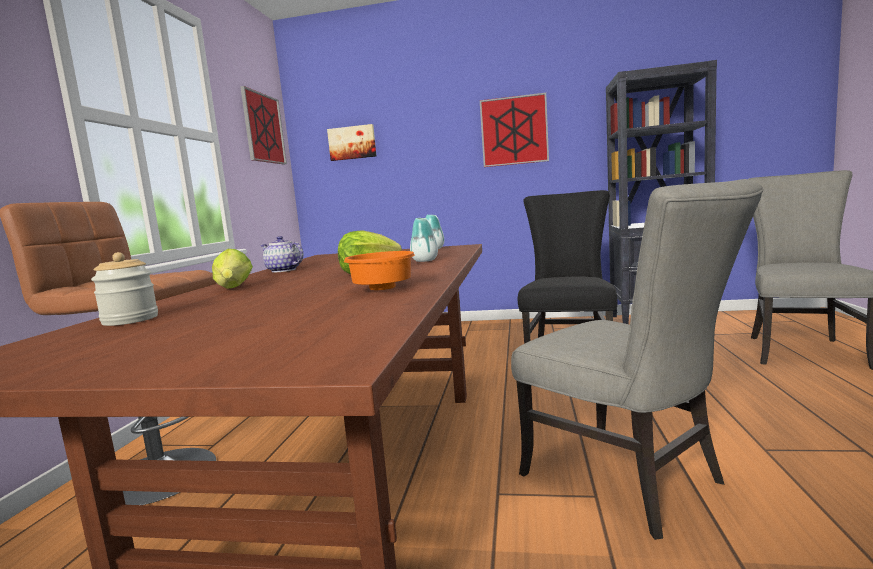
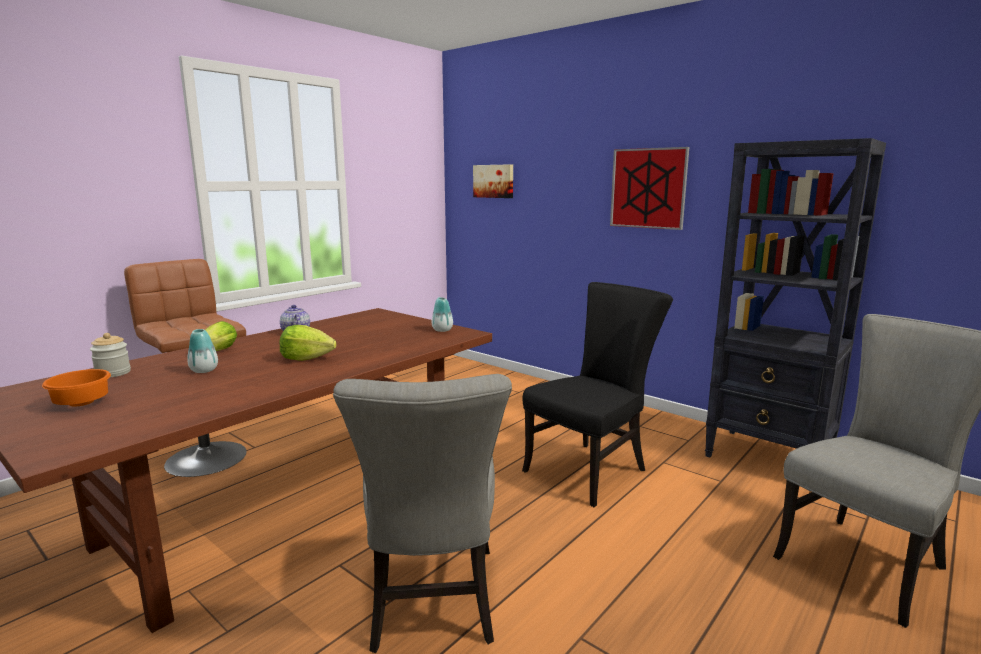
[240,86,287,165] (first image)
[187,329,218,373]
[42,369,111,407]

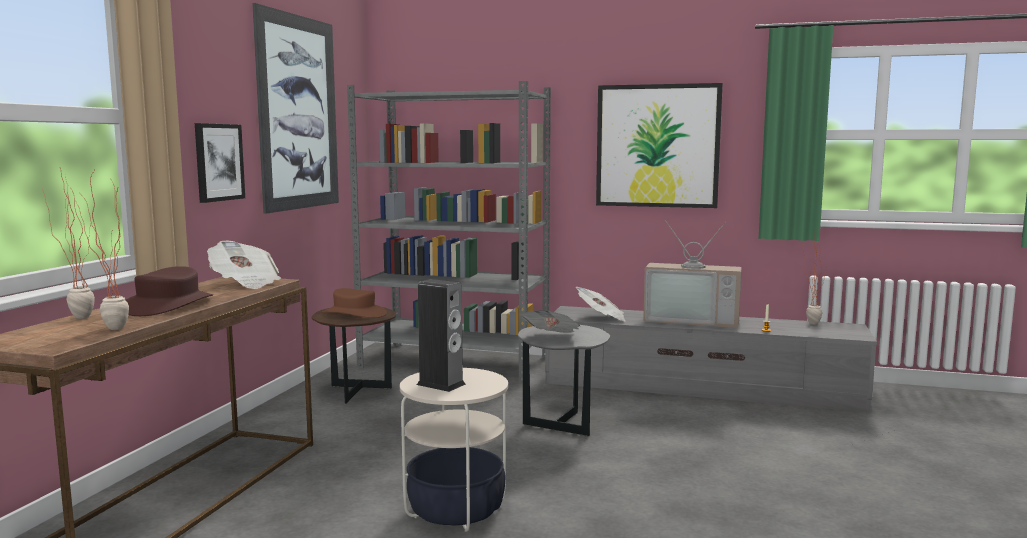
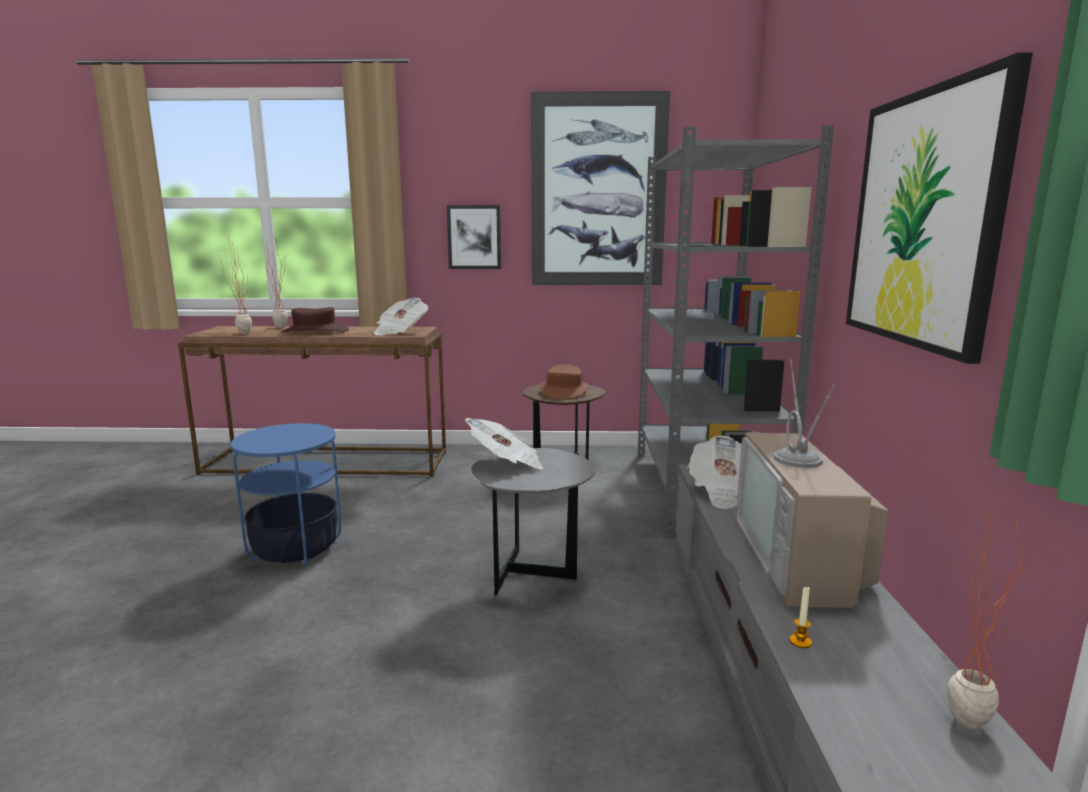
[417,279,466,392] (first image)
[231,423,341,566]

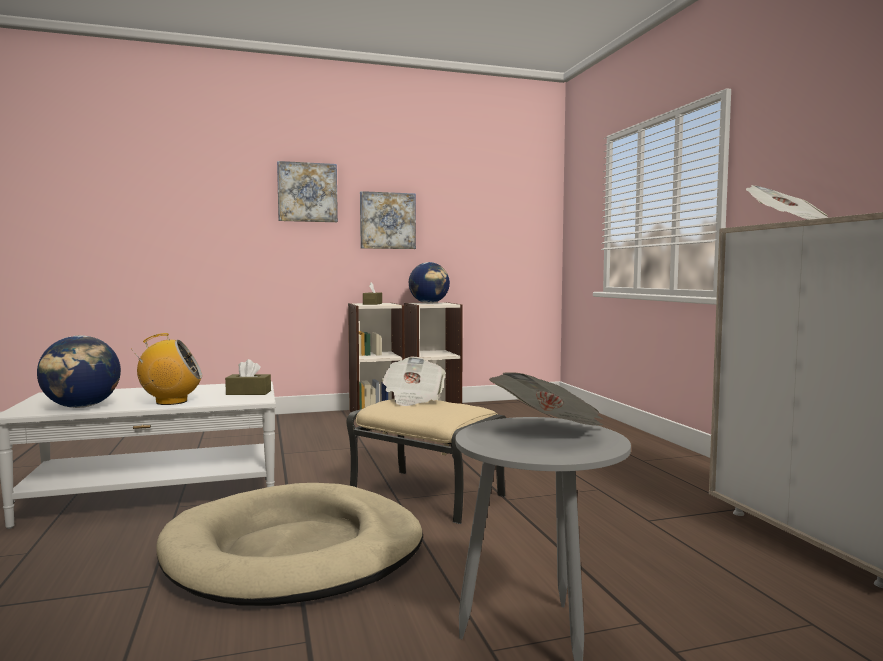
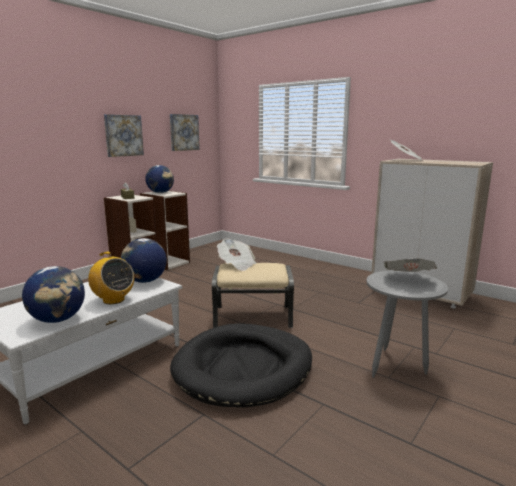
[170,114,200,151]
[87,252,134,304]
[121,238,167,283]
[170,323,312,407]

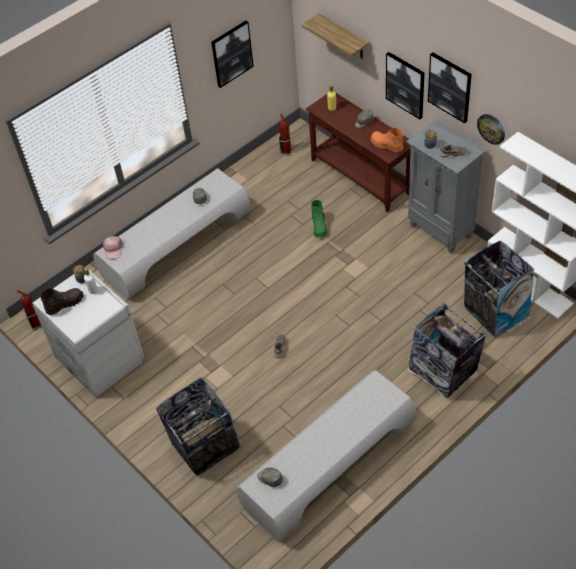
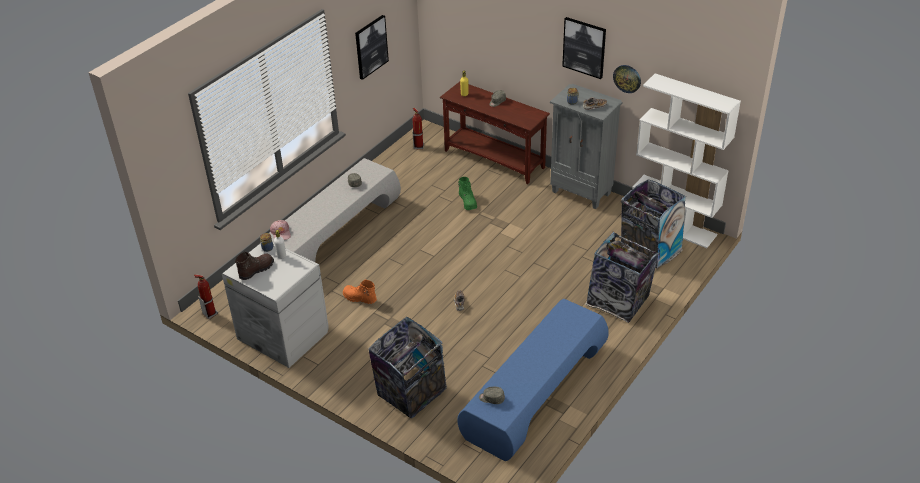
[301,13,369,58] (first image)
[386,52,424,119] (first image)
[343,280,377,304]
[457,299,609,461]

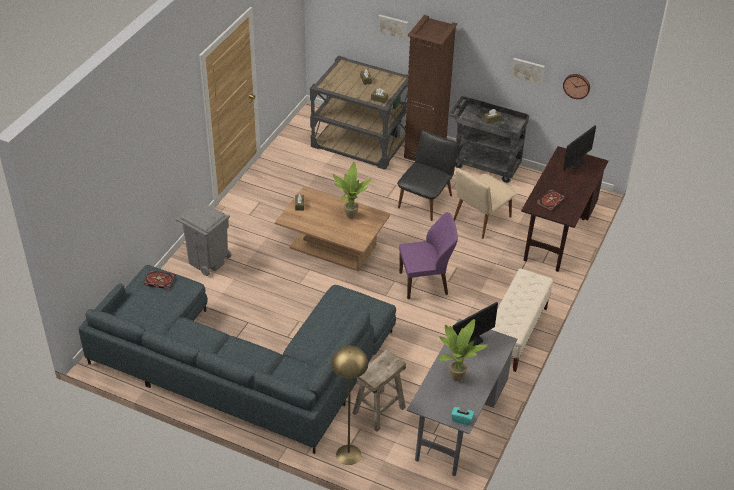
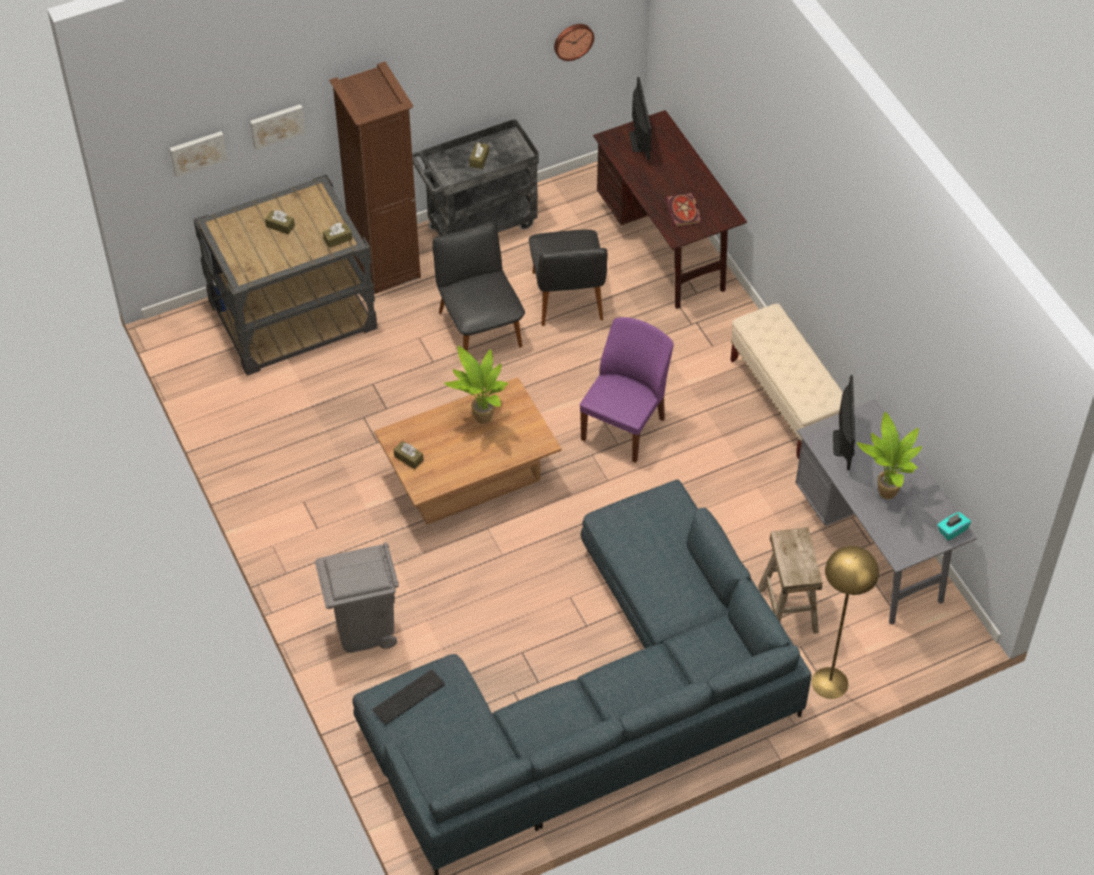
[170,131,227,177]
[529,229,608,326]
[373,669,445,724]

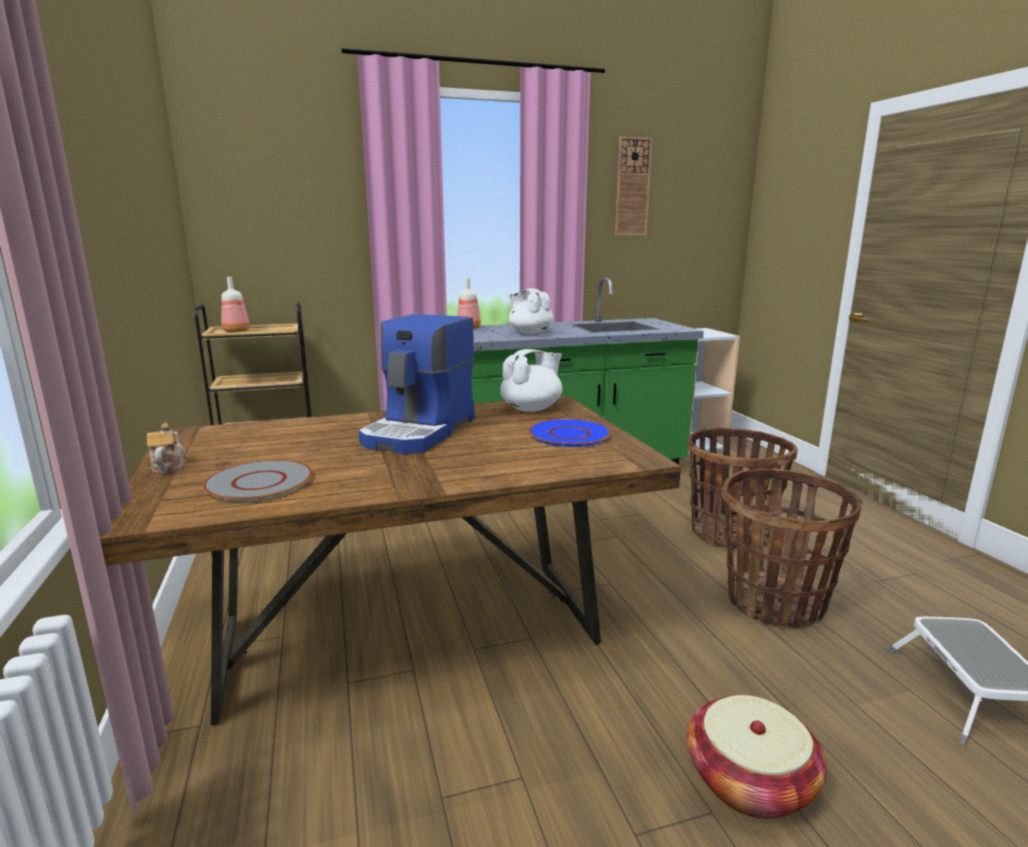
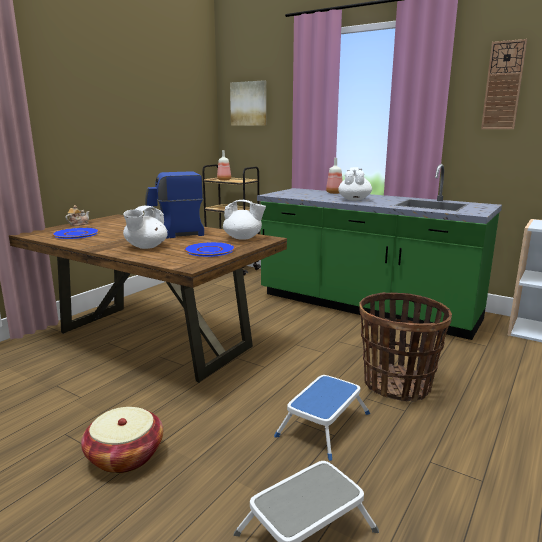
[52,228,99,239]
[274,375,370,461]
[230,80,266,126]
[123,206,168,249]

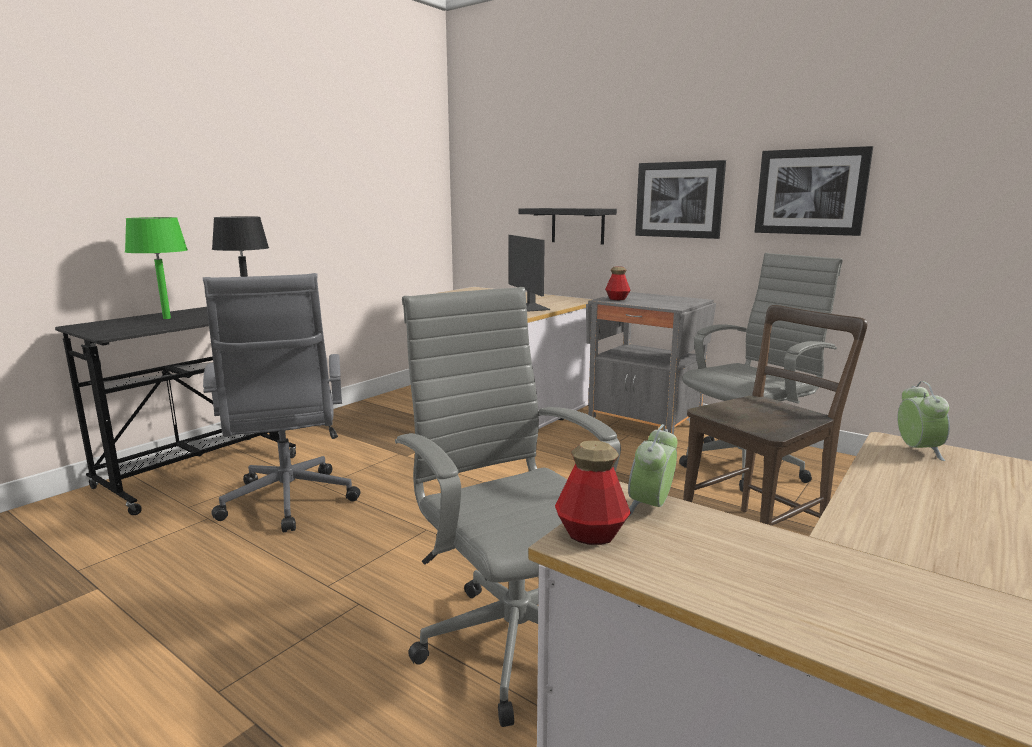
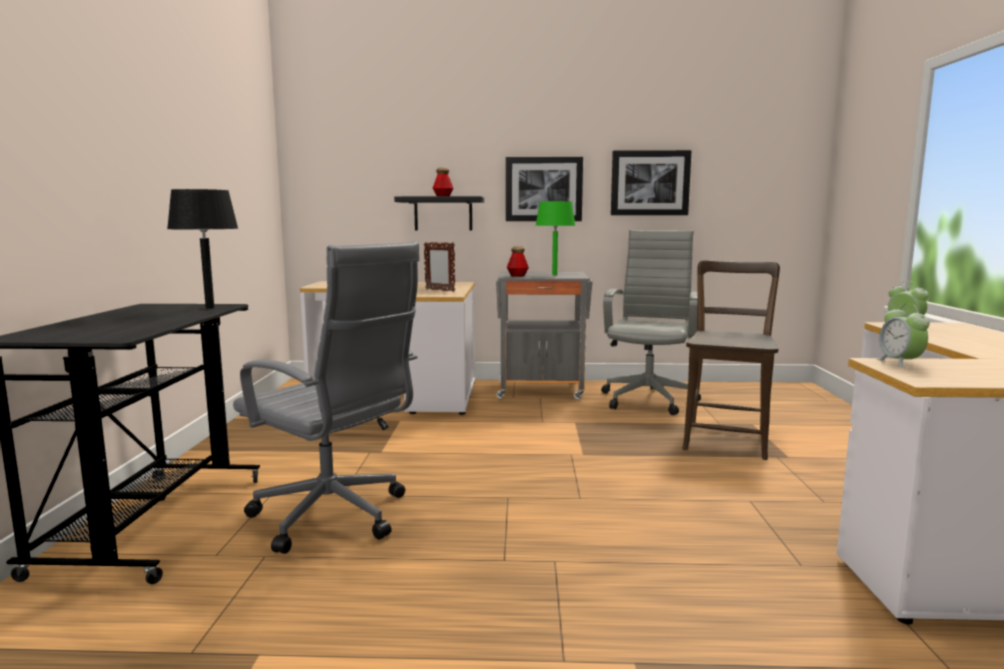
[536,201,576,275]
[424,242,455,292]
[395,287,621,727] (first image)
[433,168,454,196]

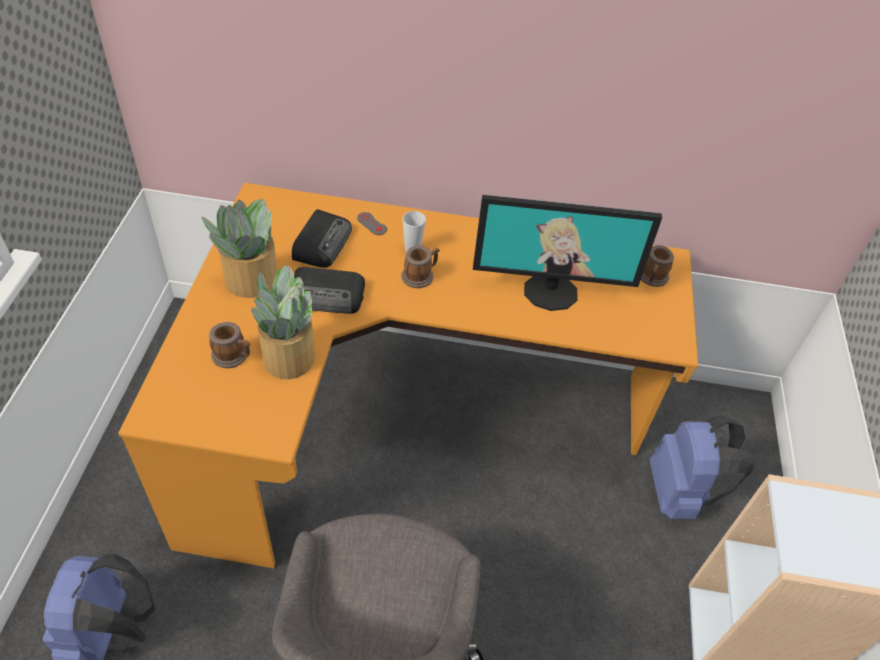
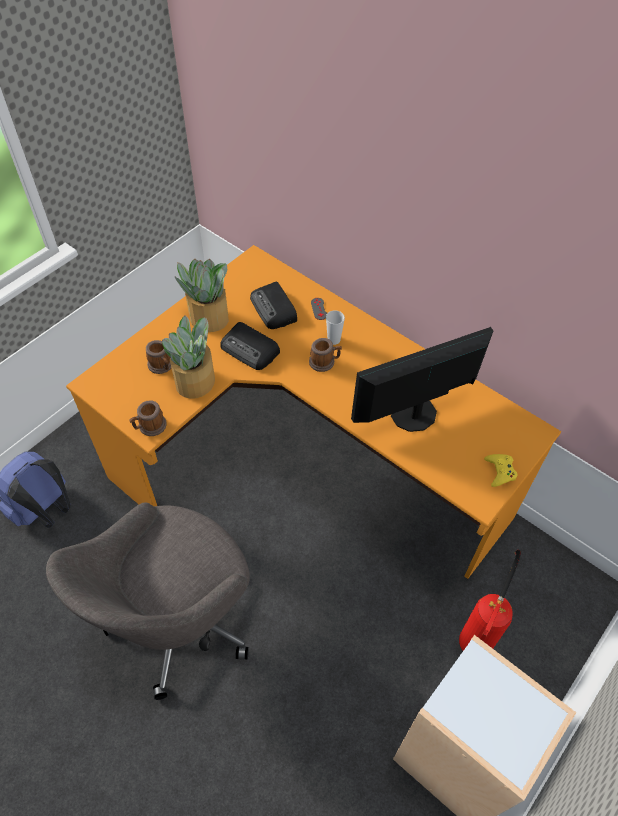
[351,327,493,432]
[250,281,297,329]
[129,401,167,436]
[459,550,521,651]
[484,454,517,487]

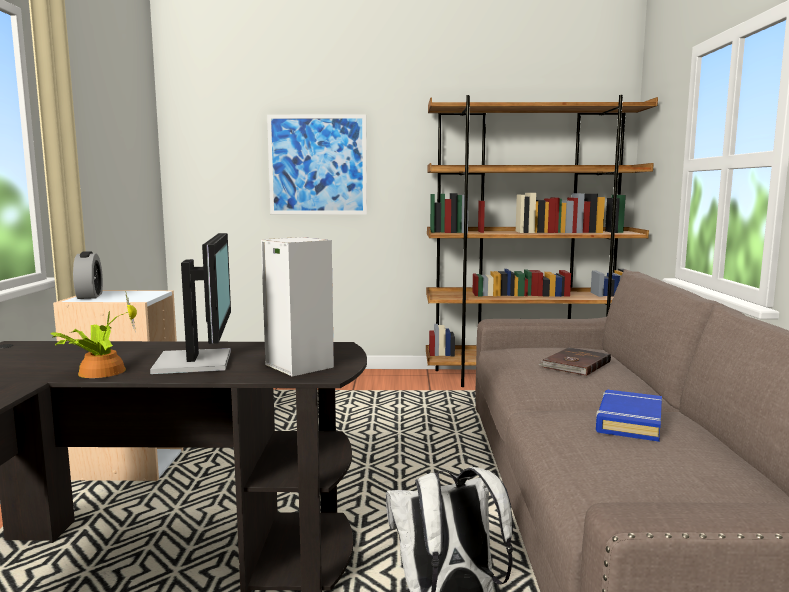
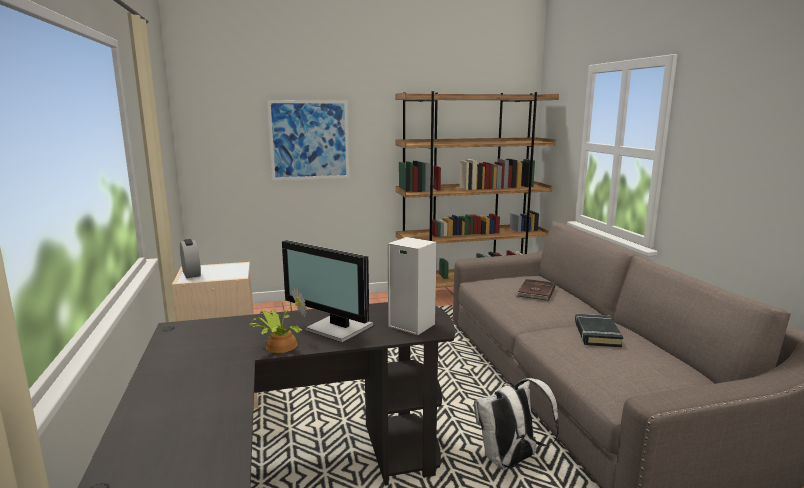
[282,240,373,342]
[575,314,623,347]

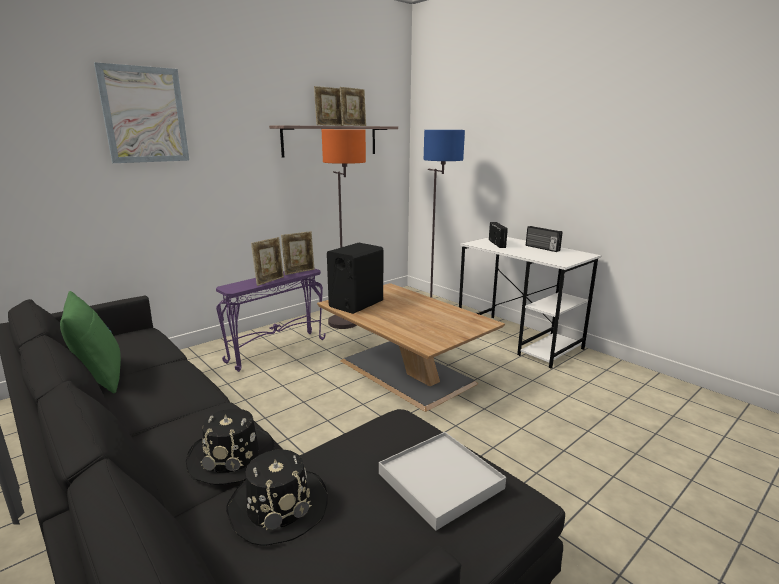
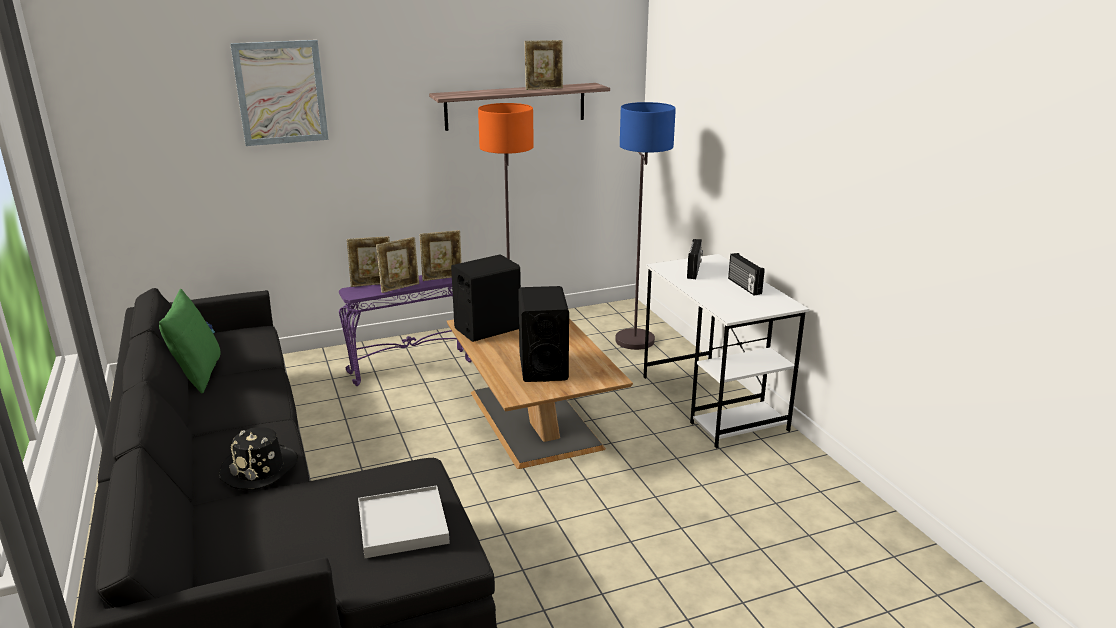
[347,236,390,287]
[226,450,328,546] (first image)
[518,286,569,382]

